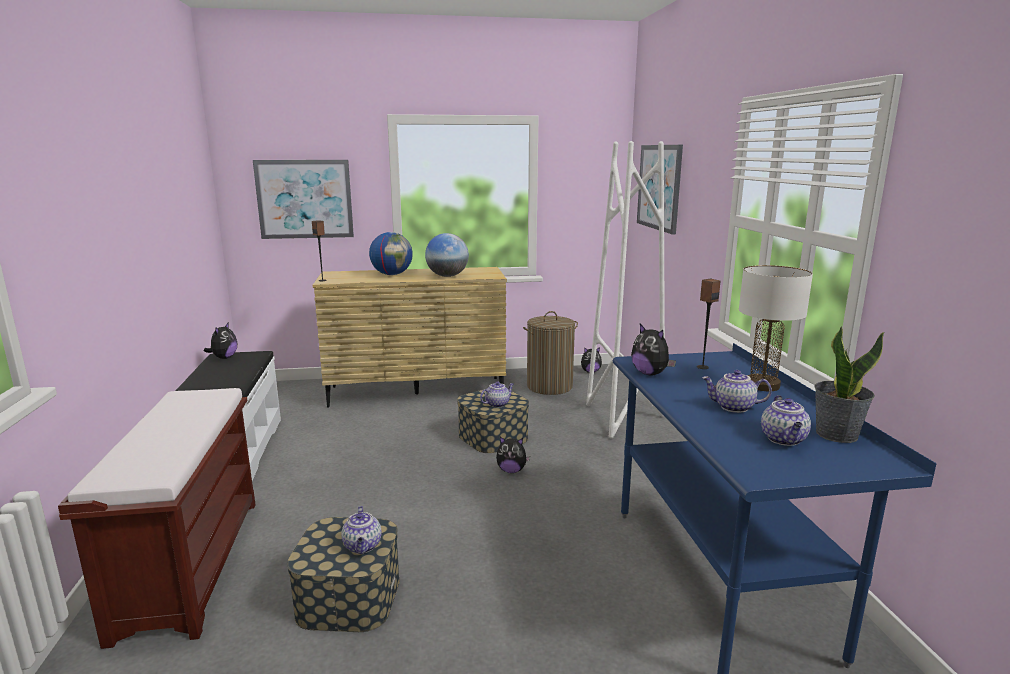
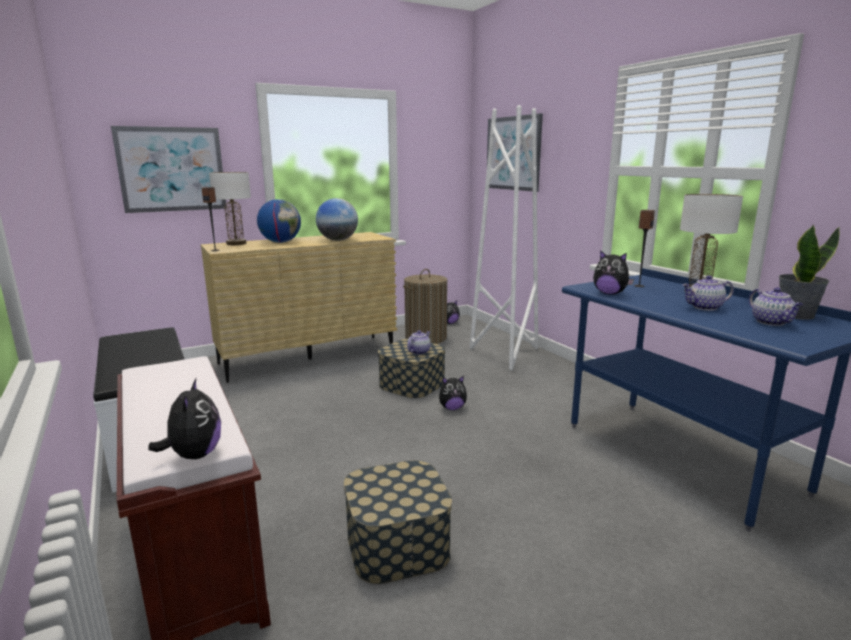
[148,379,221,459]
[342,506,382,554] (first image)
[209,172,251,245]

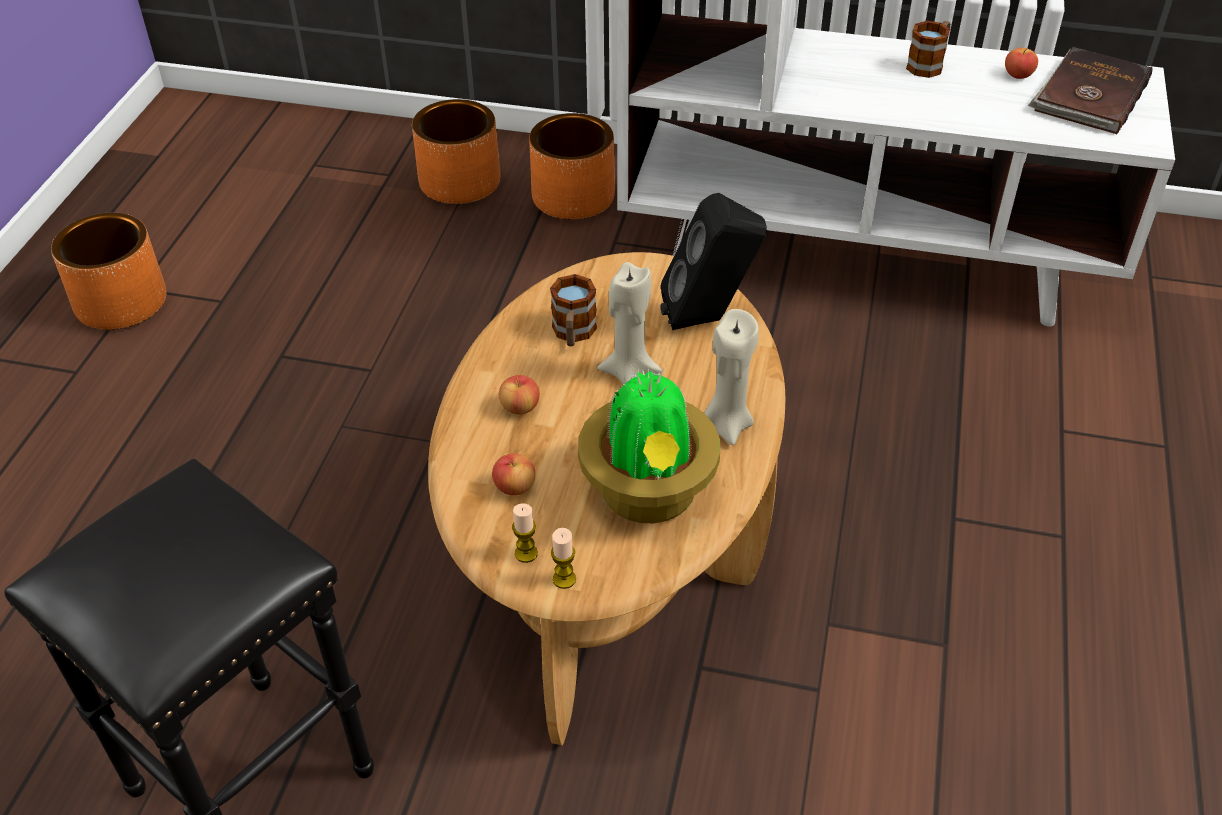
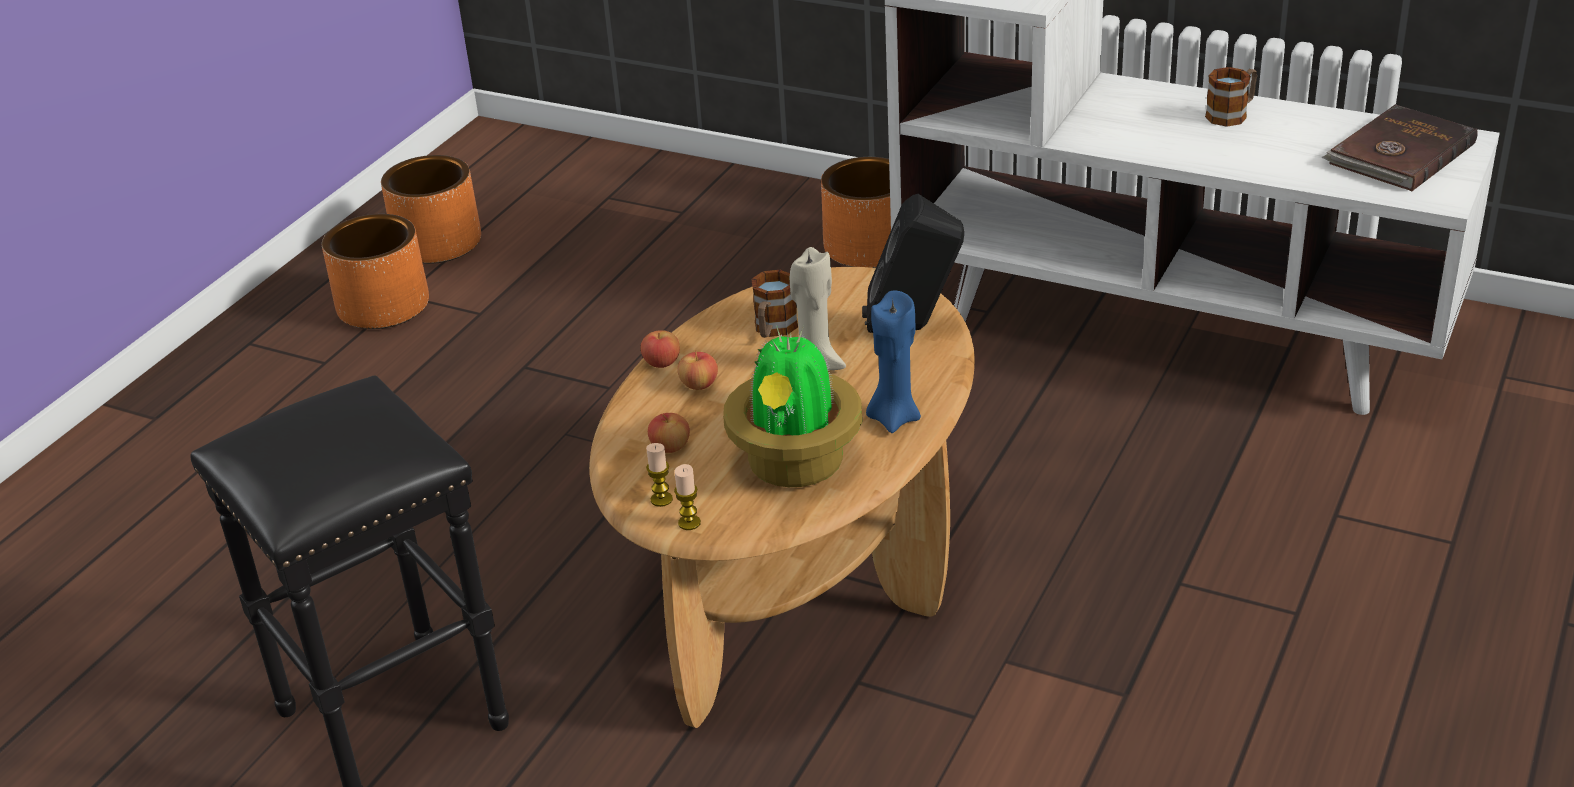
[641,330,680,368]
[381,155,481,264]
[866,290,921,433]

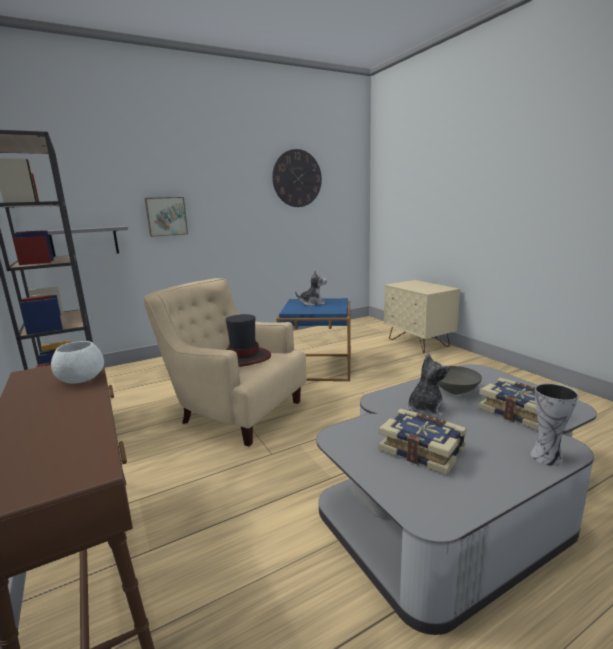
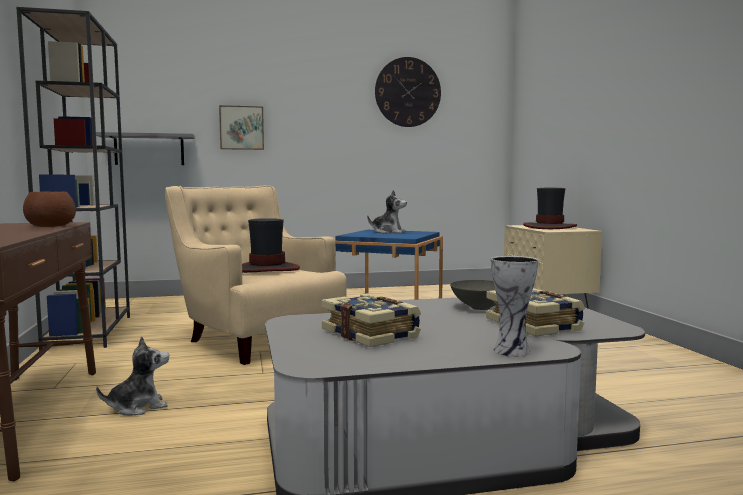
[23,191,76,227]
[96,336,169,416]
[523,188,577,229]

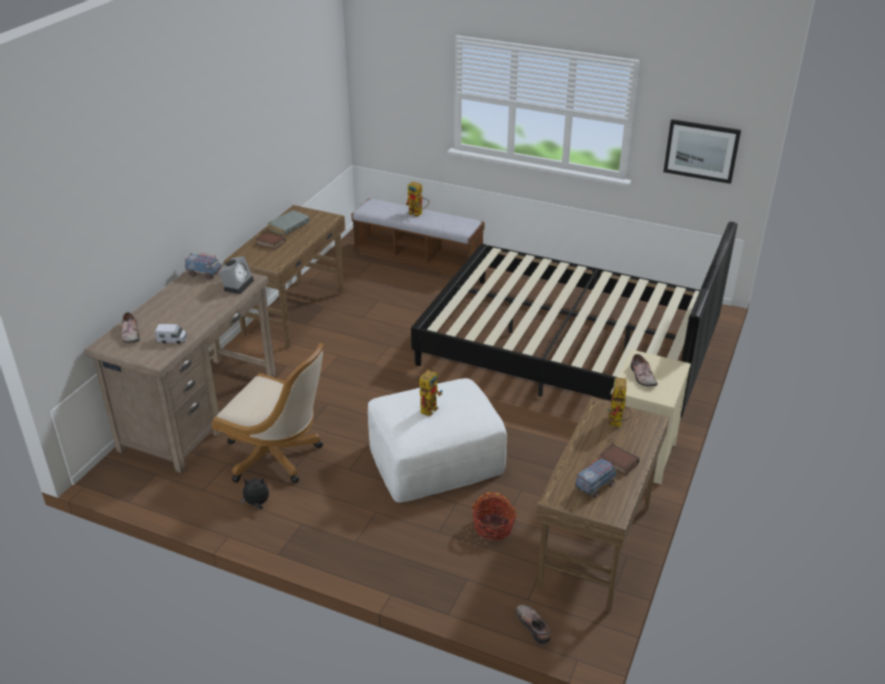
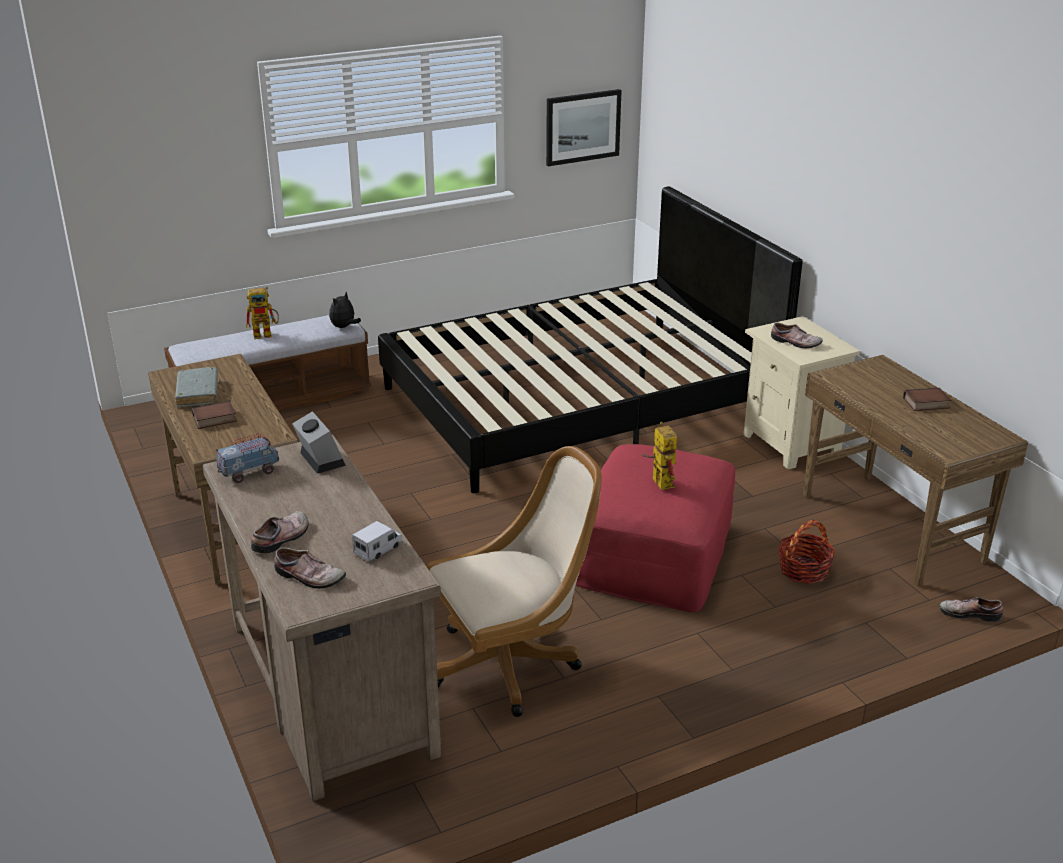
[576,444,735,612]
[607,378,632,427] (first image)
[575,457,617,498] (first image)
[329,292,361,328]
[251,511,309,553]

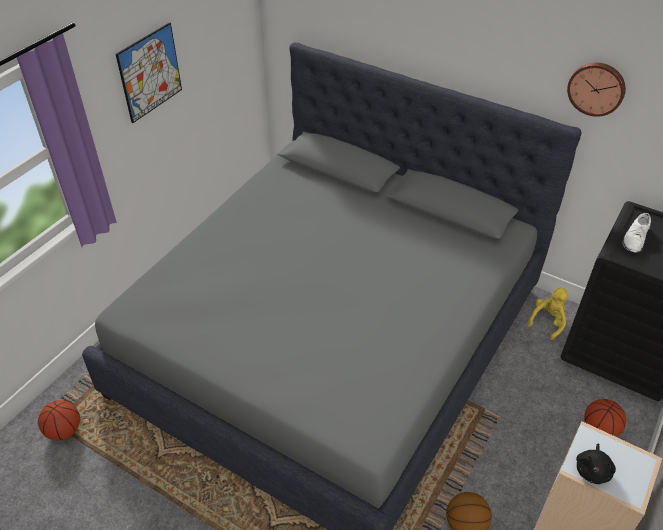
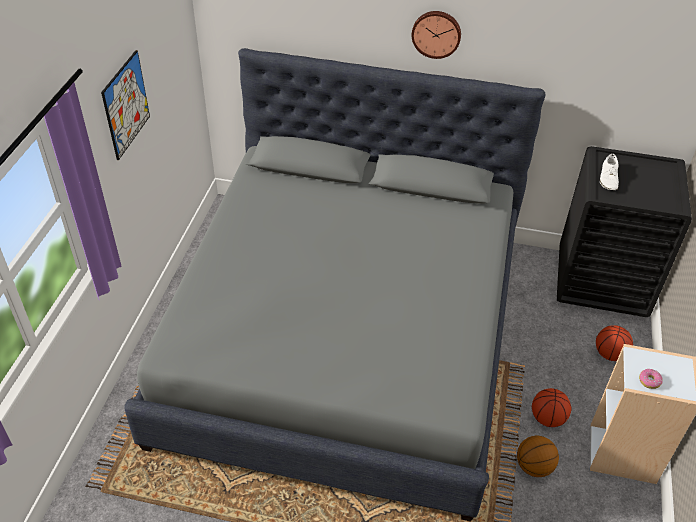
[412,11,461,59]
[527,288,568,340] (first image)
[532,388,572,427]
[639,369,663,389]

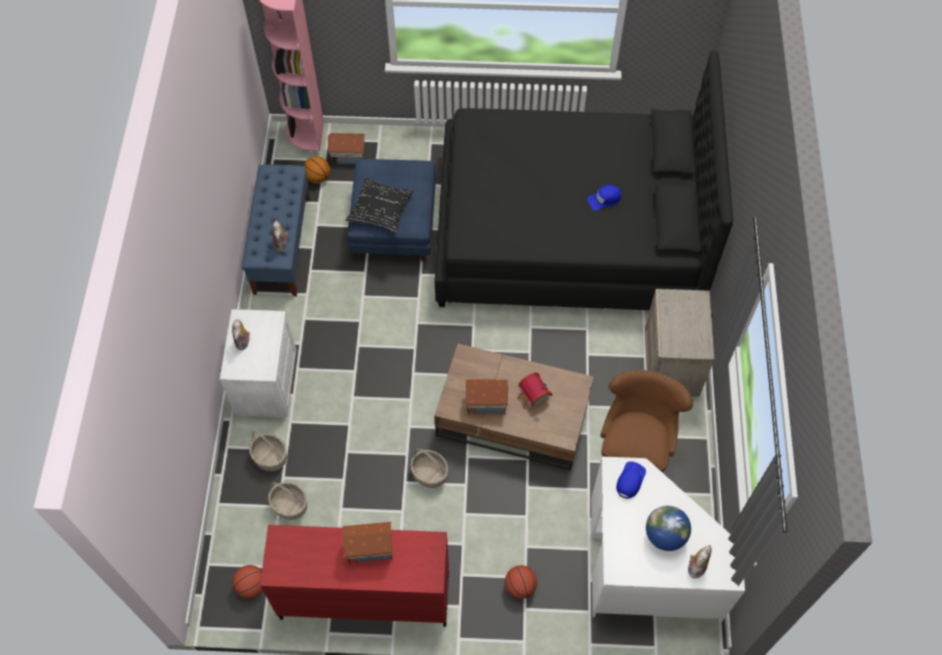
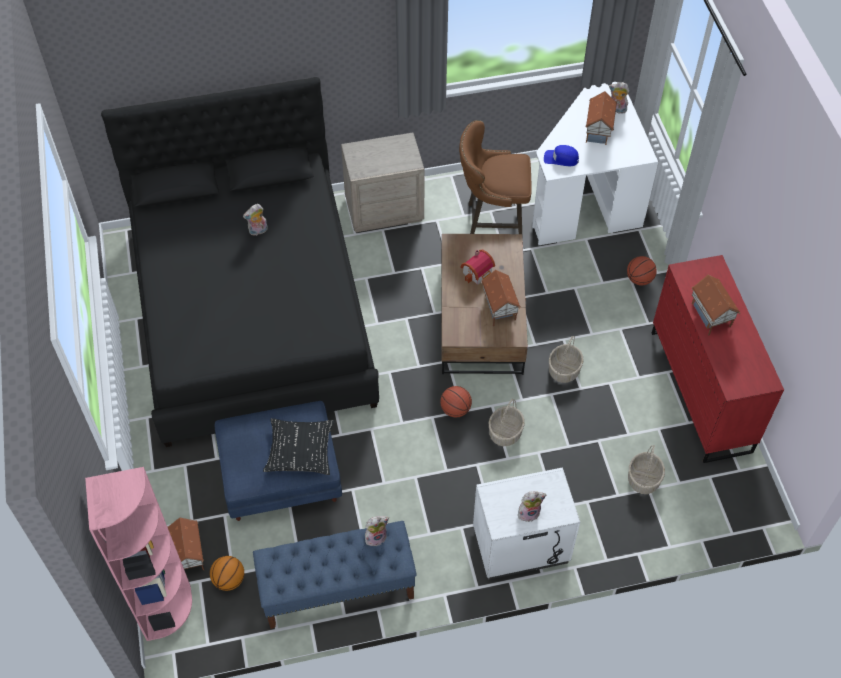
[243,204,268,236]
[489,399,525,446]
[585,91,617,145]
[440,386,472,417]

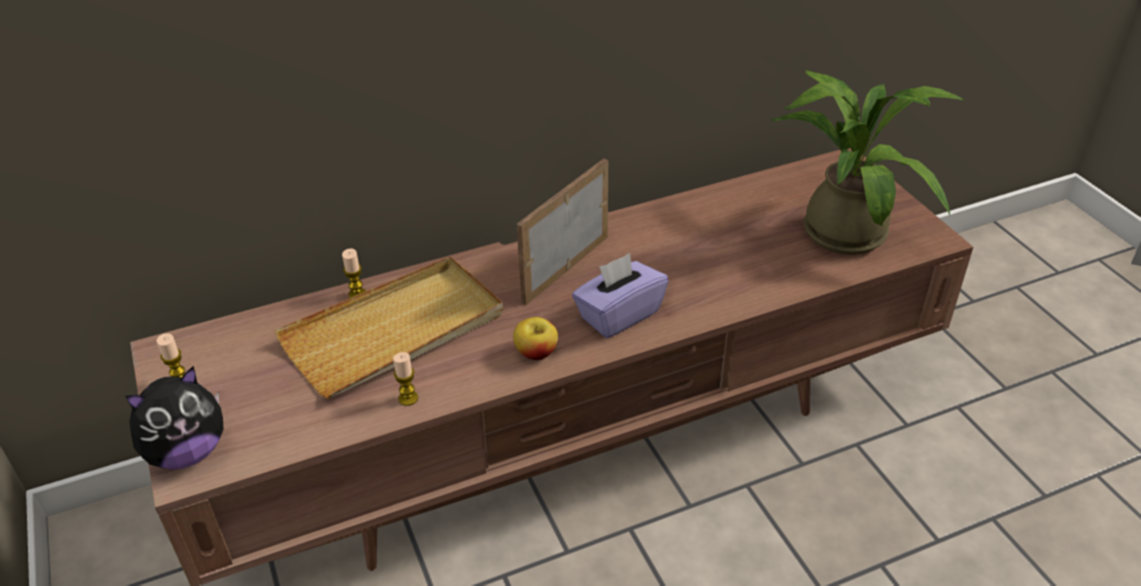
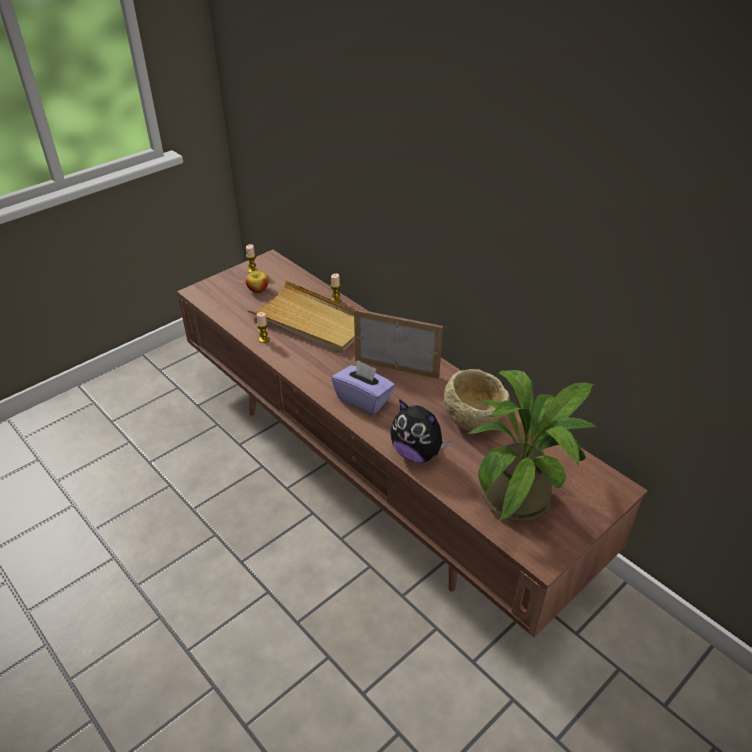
[245,271,269,293]
[390,399,452,463]
[444,369,510,431]

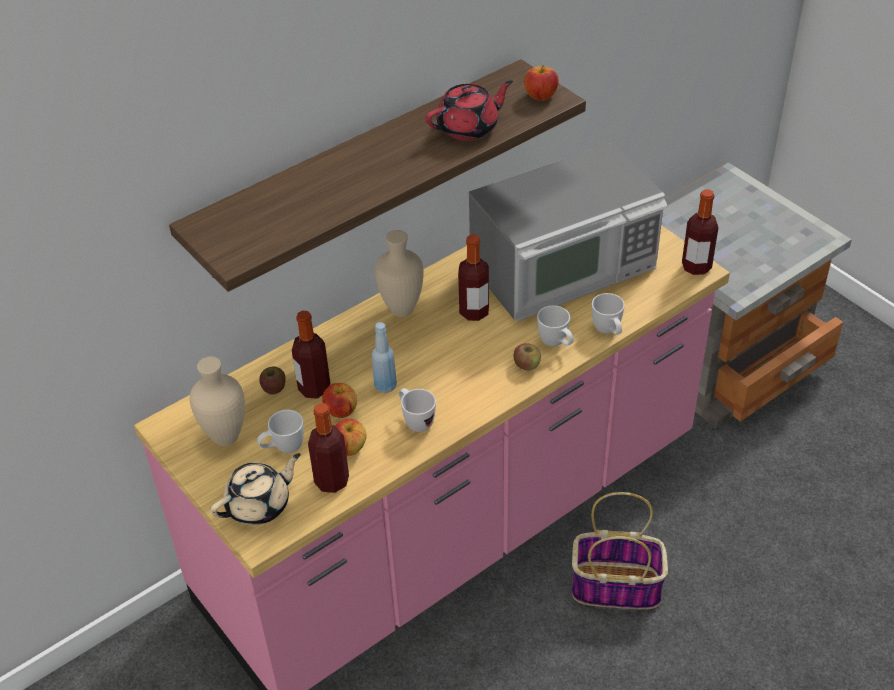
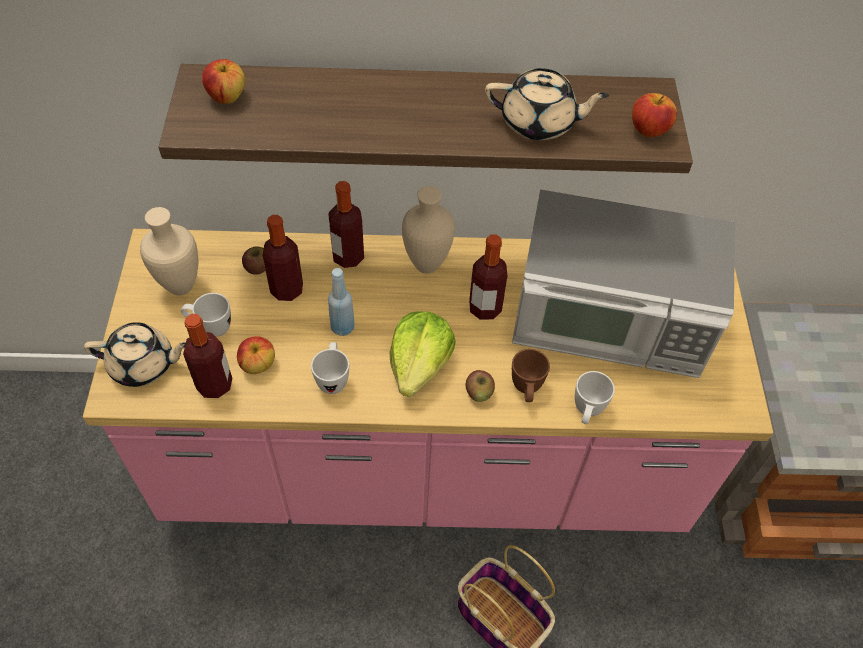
[485,68,609,140]
[328,181,364,268]
[512,349,550,402]
[202,59,245,104]
[390,311,456,397]

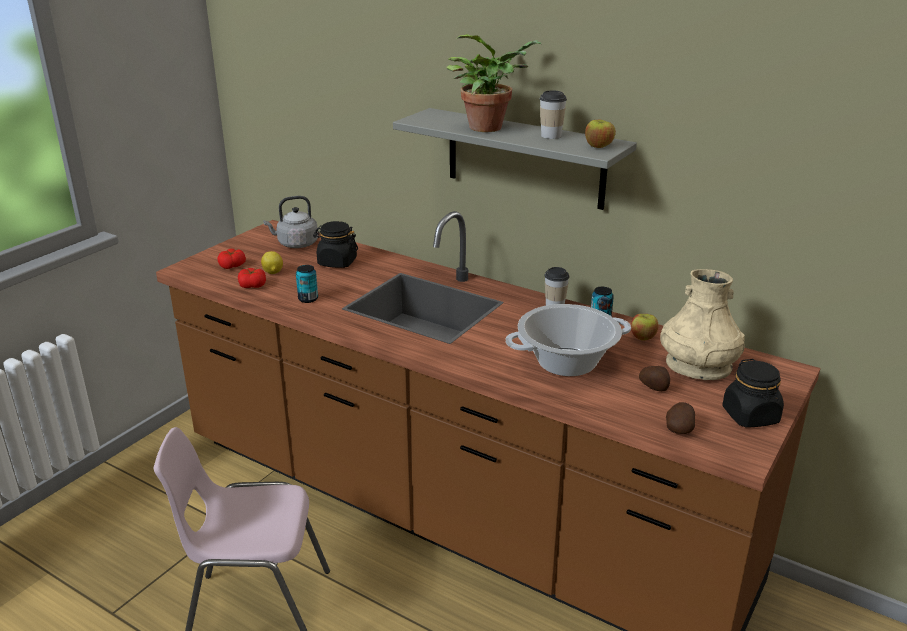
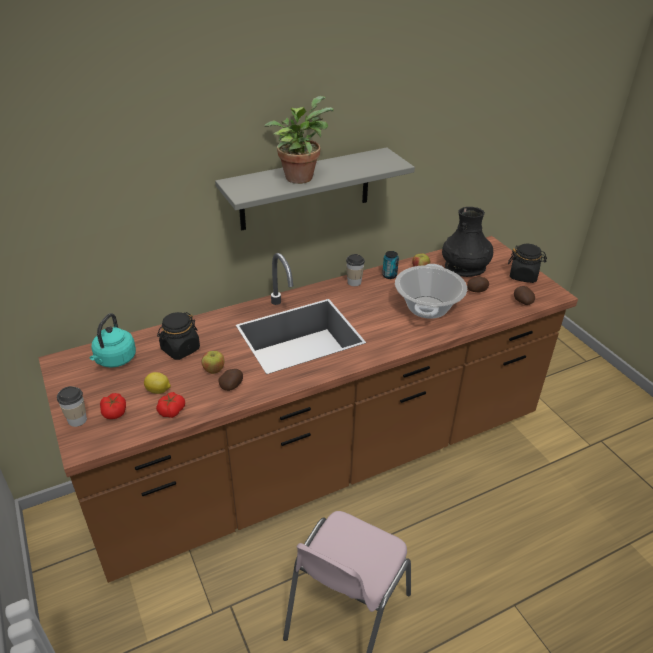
[57,386,87,427]
[202,351,224,374]
[89,313,136,368]
[218,369,243,391]
[442,207,493,277]

